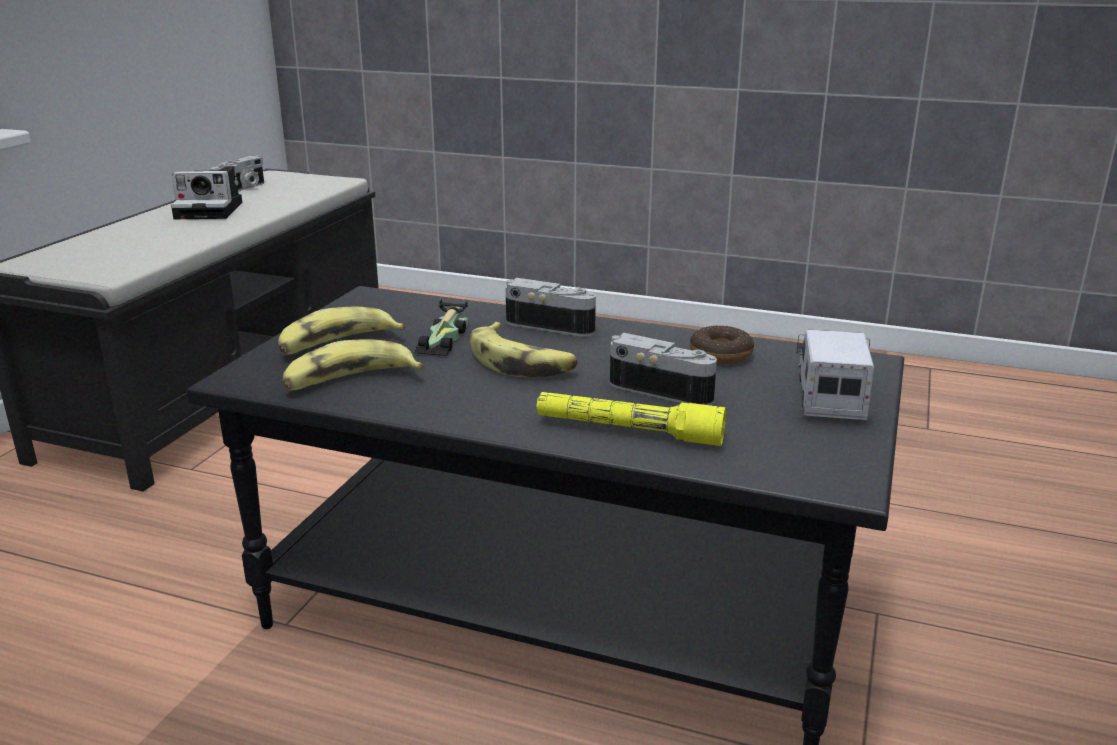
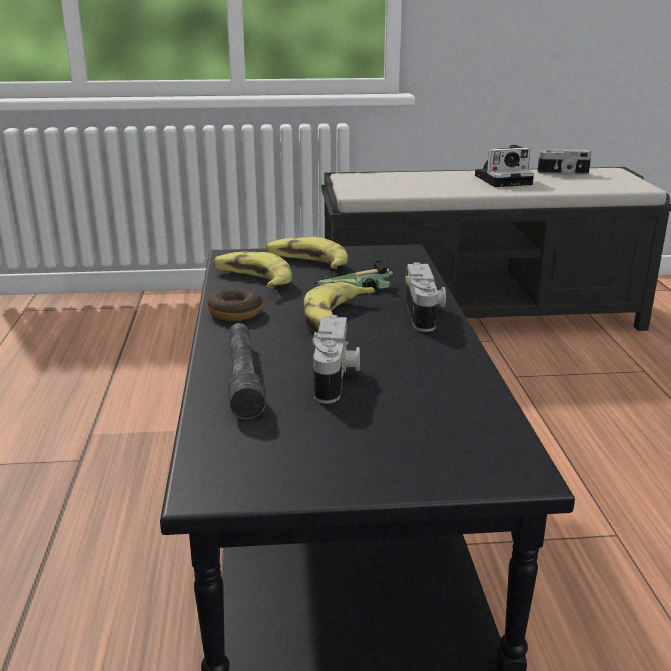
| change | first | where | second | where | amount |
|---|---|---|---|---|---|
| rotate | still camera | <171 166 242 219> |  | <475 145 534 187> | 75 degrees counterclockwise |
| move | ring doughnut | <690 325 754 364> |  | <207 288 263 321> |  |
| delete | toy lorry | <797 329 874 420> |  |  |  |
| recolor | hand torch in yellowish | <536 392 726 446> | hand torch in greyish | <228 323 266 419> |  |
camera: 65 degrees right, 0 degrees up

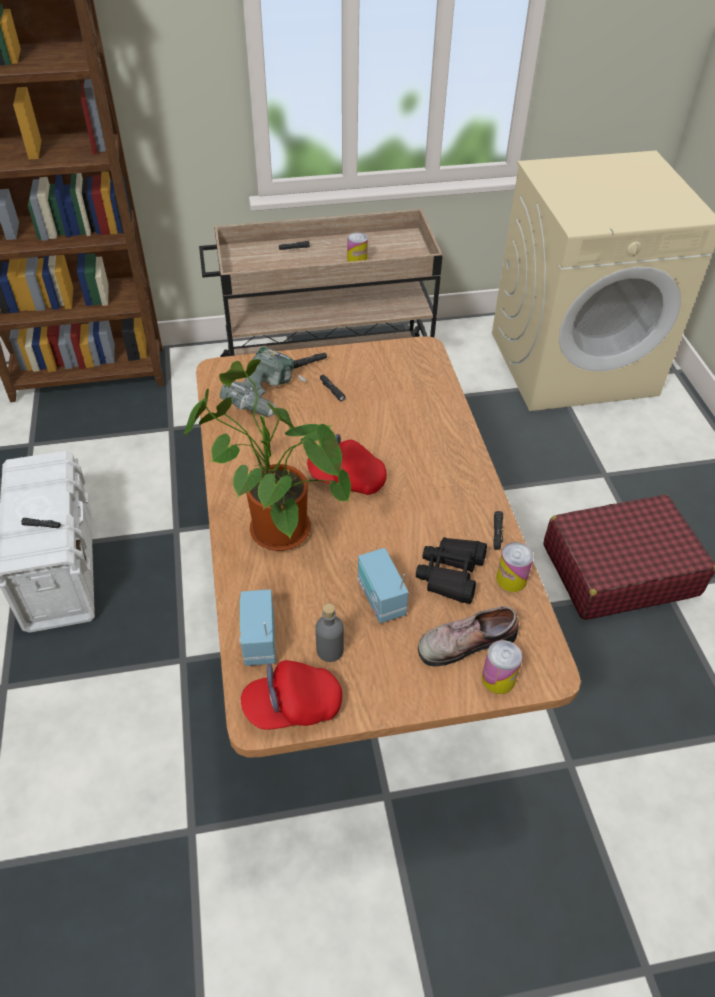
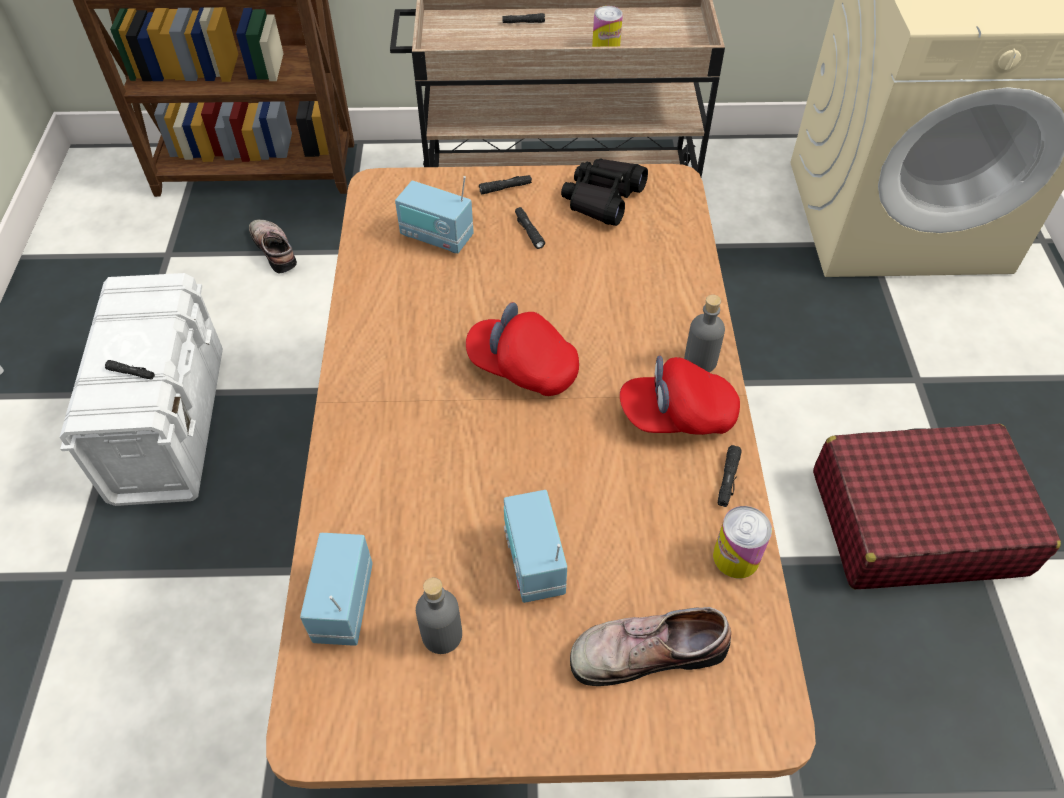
| change | first | where | second | where | amount |
|---|---|---|---|---|---|
| replace | drill | <220 347 306 417> | radio set | <395 176 474 253> |  |
| delete | potted plant | <184 359 351 551> |  |  |  |
| move | field glasses in blackish | <416 537 487 604> |  | <561 158 648 226> |  |
| delete | metal can | <482 640 522 694> |  |  |  |
| move | cap in red-coloured | <241 660 342 730> |  | <620 356 740 435> |  |
| insert |  |  | low shoe | <249 219 297 273> |  |
| insert |  |  | bottle in greyish | <684 295 725 372> |  |
camera: 10 degrees right, 5 degrees up

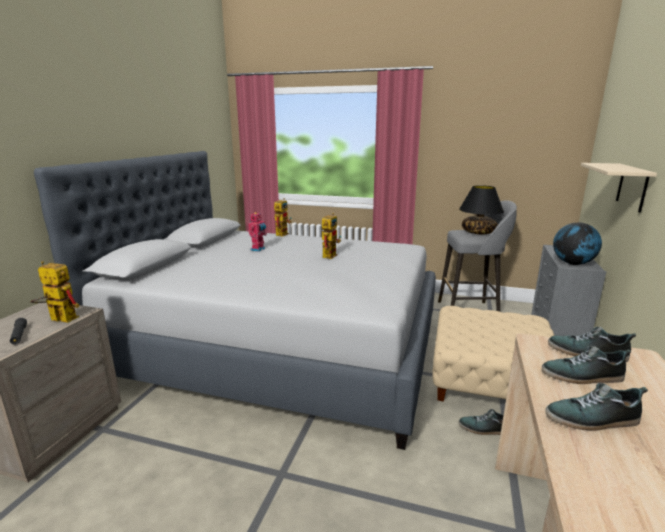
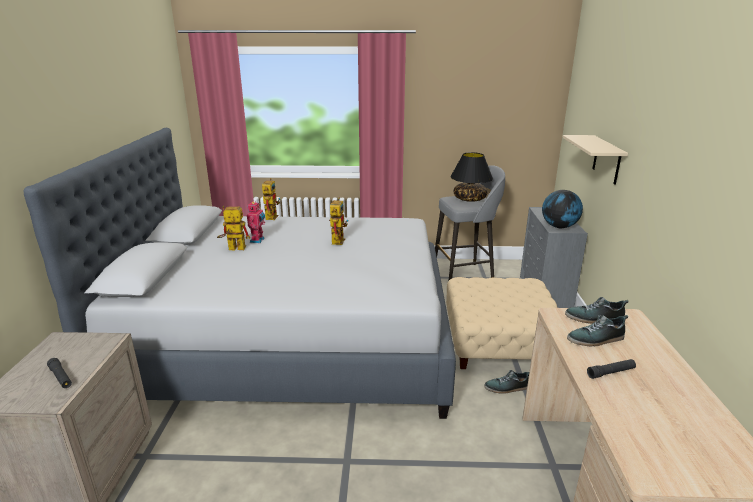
| change | first | where | second | where | amount |
|---|---|---|---|---|---|
| move | robot figure | <30 261 79 323> |  | <217 206 250 250> |  |
| replace | low shoe | <545 383 648 431> | hand torch in blackish | <587 359 636 379> |  |
camera: 15 degrees left, 5 degrees up

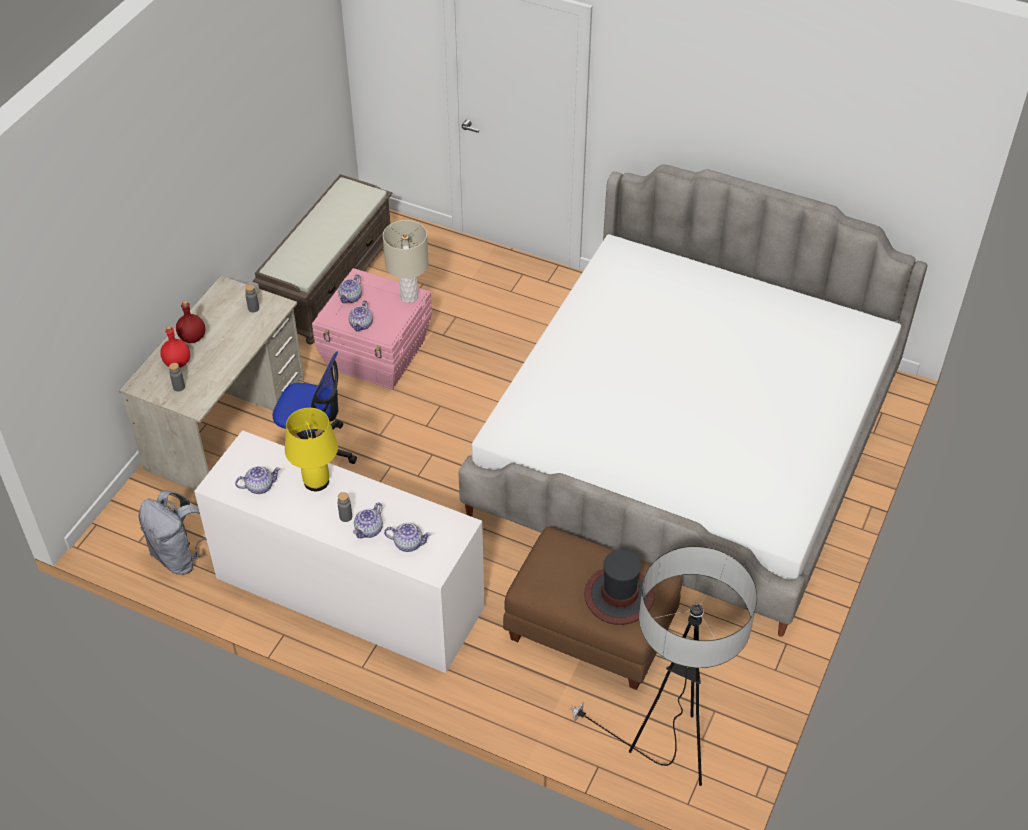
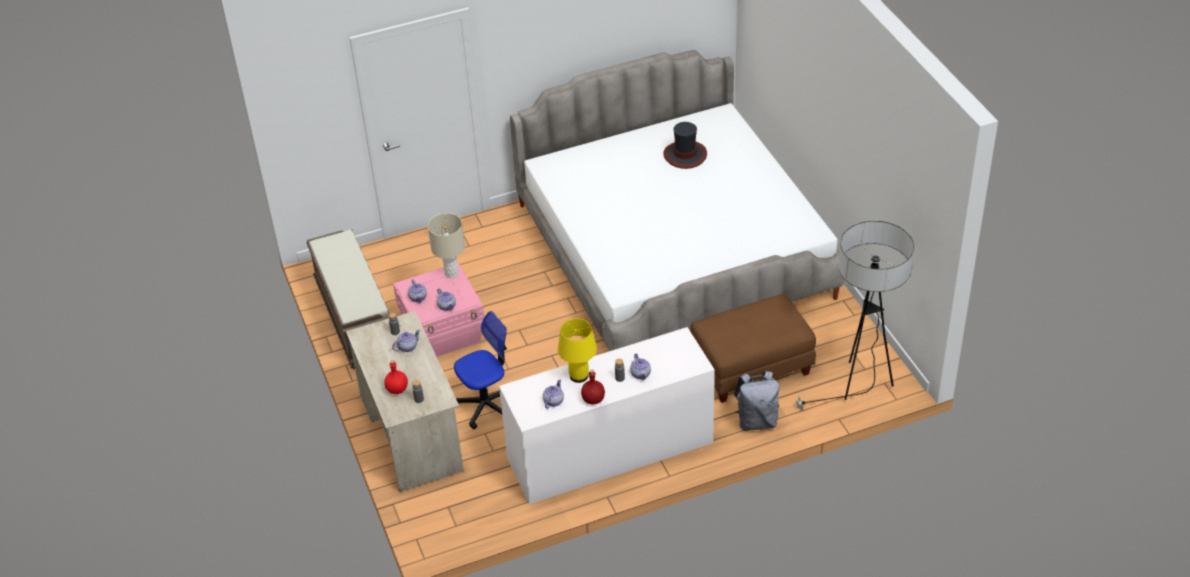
| change | first | where | second | where | amount |
|---|---|---|---|---|---|
| move | bottle in red-coloured | <176 300 205 343> |  | <581 370 605 405> |  |
| move | rucksack in greyish | <139 490 207 575> |  | <734 371 780 431> |  |
| move | teapot | <384 523 431 552> |  | <392 329 420 352> |  |
| move | hat | <585 550 655 625> |  | <663 122 707 169> |  |
camera: 45 degrees left, 5 degrees down

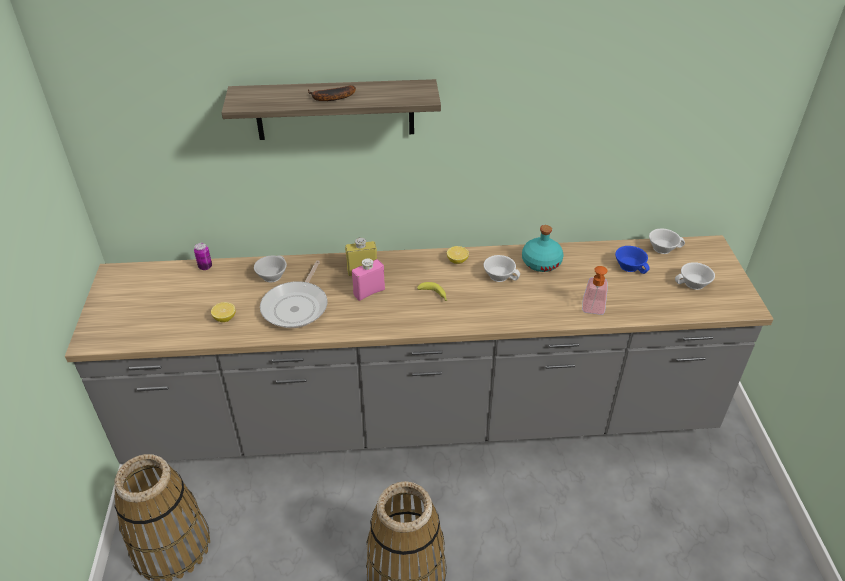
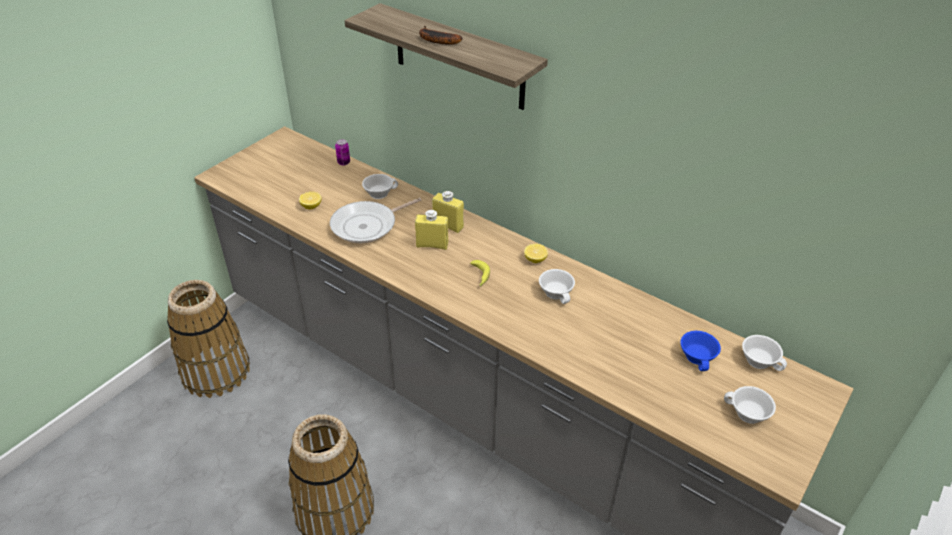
| change | first | where | second | where | amount |
|---|---|---|---|---|---|
| delete | bottle in turquoise-coloured | <522 225 564 272> |  |  |  |
| recolor | bottle in pink | <352 258 385 301> | bottle in yellowish | <415 210 448 250> |  |
| delete | soap dispenser | <582 266 608 315> |  |  |  |
camera: 40 degrees right, 0 degrees up

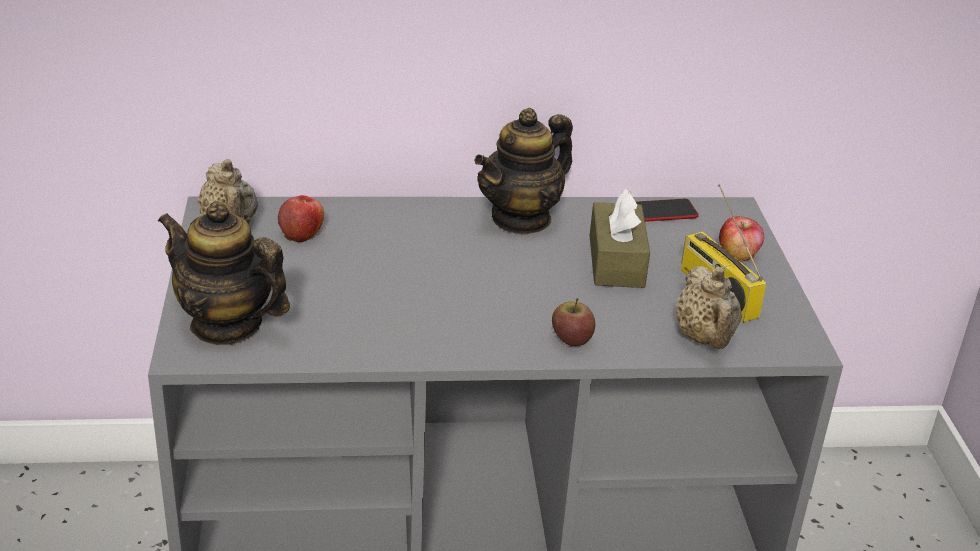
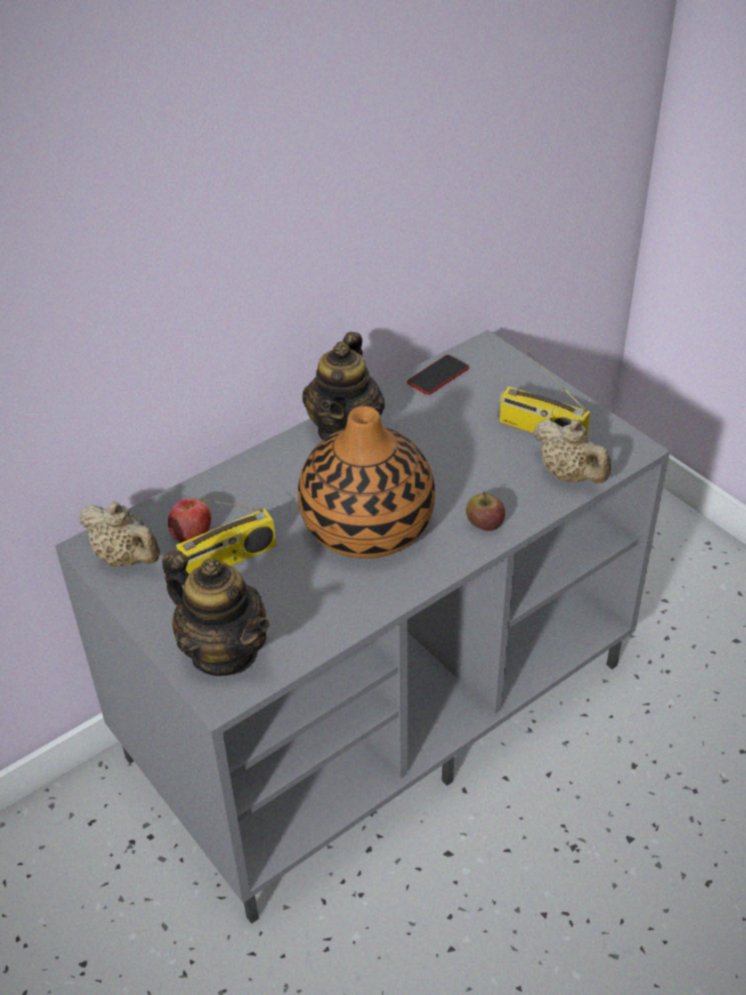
| change | first | where | second | where | amount |
|---|---|---|---|---|---|
| delete | tissue holder in brown | <590 189 650 288> |  |  |  |
| rotate | teapot | <158 201 290 345> |  | <162 550 269 676> | 135 degrees counterclockwise |
| delete | apple fruit | <719 216 764 262> |  |  |  |
| insert |  |  | decorative vase | <298 406 435 559> |  |
| insert |  |  | radio set | <176 495 276 574> |  |
camera: 30 degrees left, 10 degrees up

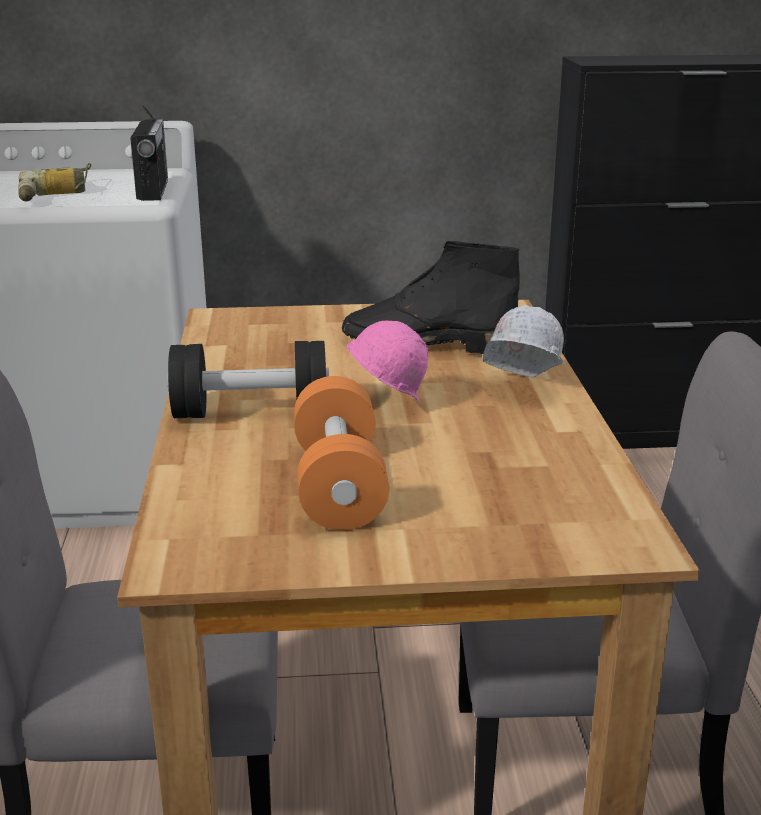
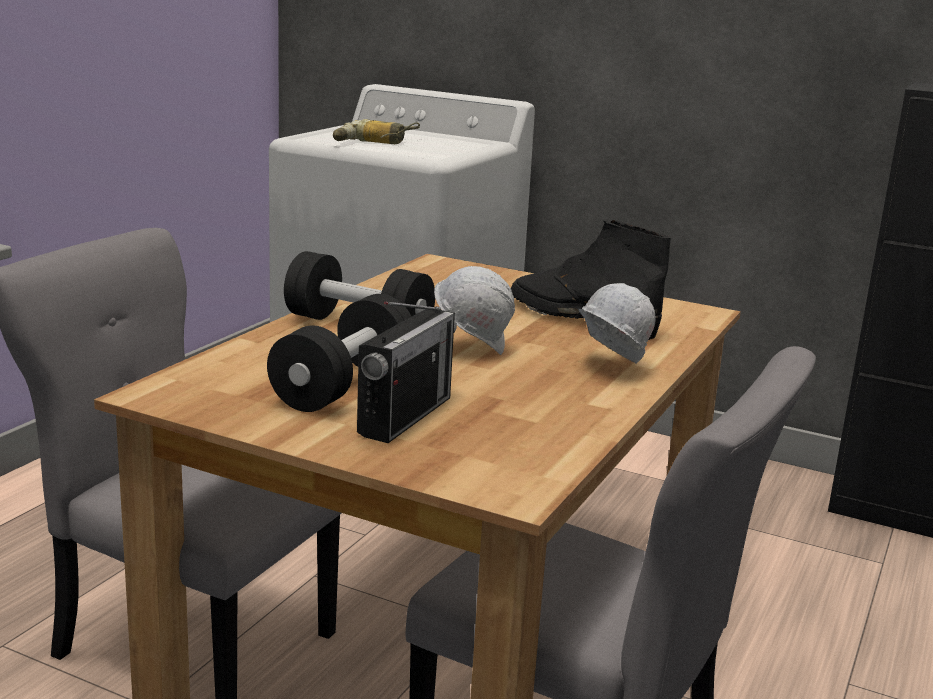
| change | first | where | second | where | amount |
|---|---|---|---|---|---|
| move | radio set | <130 105 168 201> |  | <357 302 457 443> |  |
| recolor | hard hat in pink | <347 320 428 404> | hard hat in white | <434 266 515 355> |  |
| recolor | free weight in orange-coloured | <294 376 389 530> | free weight in blackish | <267 294 412 412> |  |
camera: 30 degrees right, 5 degrees down

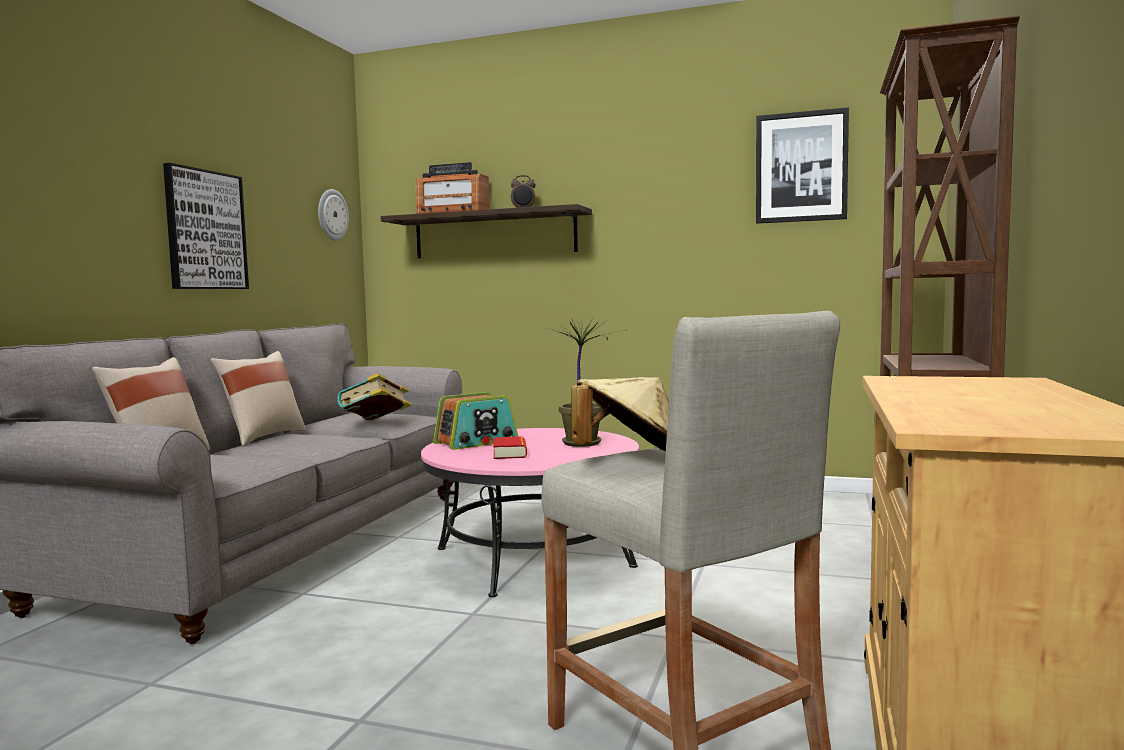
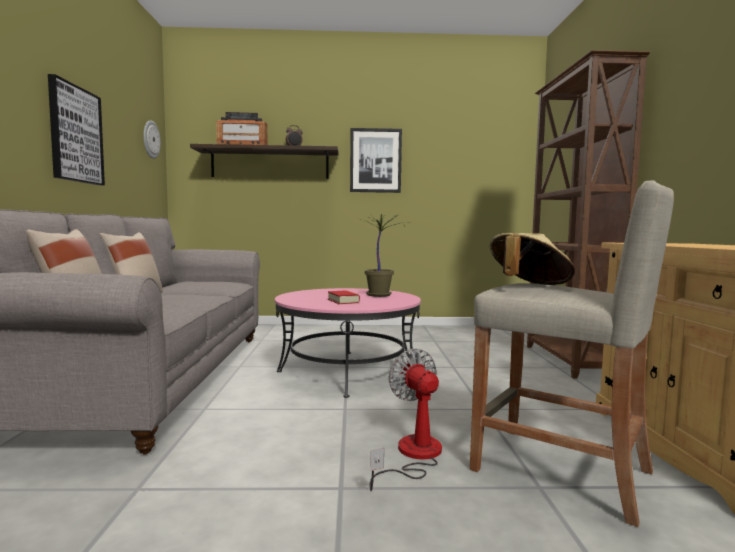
| change | first | where | second | where | amount |
|---|---|---|---|---|---|
| move | wall picture | <756 107 849 224> |  | <350 128 402 193> |  |
| delete | volume | <337 373 412 420> |  |  |  |
| delete | radio set | <433 392 518 450> |  |  |  |
| insert |  |  | cooling fan | <370 348 442 491> |  |
camera: 20 degrees left, 0 degrees up

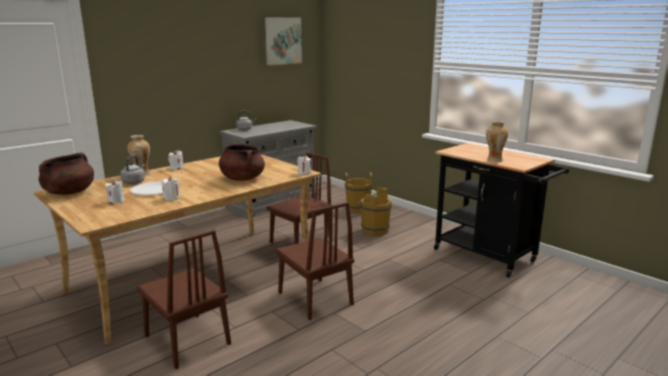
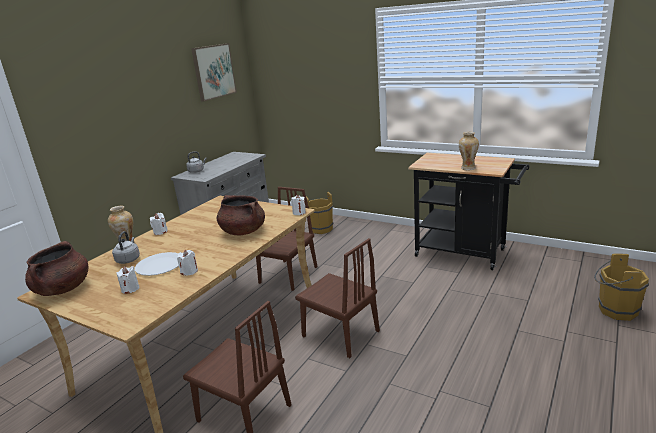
| change | first | where | second | where | amount |
|---|---|---|---|---|---|
| move | pail in brown | <357 187 392 236> |  | <594 253 649 321> |  |
camera: 15 degrees left, 5 degrees up

